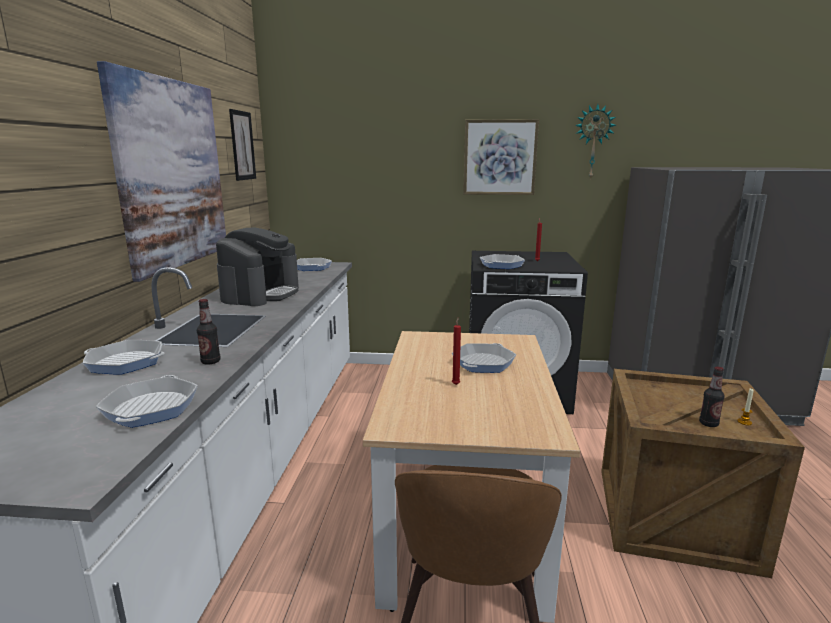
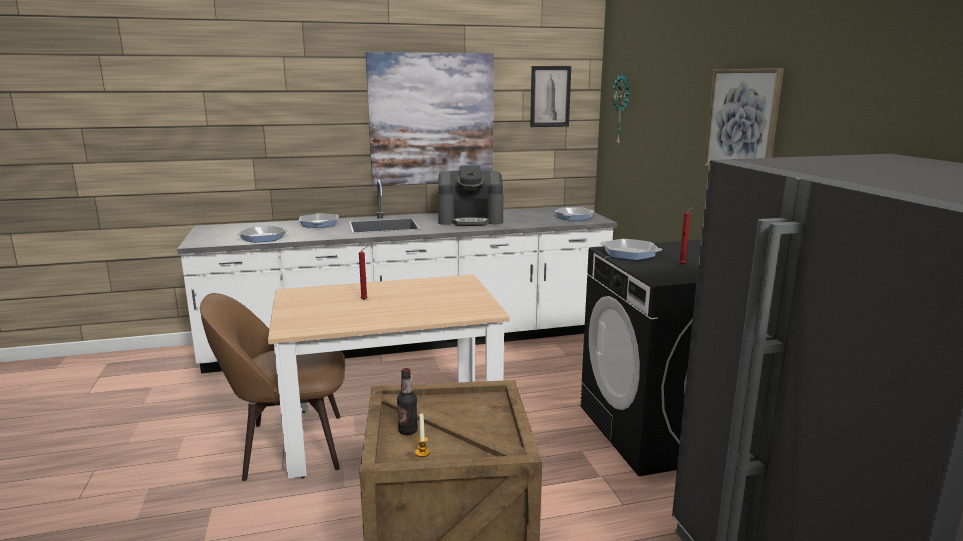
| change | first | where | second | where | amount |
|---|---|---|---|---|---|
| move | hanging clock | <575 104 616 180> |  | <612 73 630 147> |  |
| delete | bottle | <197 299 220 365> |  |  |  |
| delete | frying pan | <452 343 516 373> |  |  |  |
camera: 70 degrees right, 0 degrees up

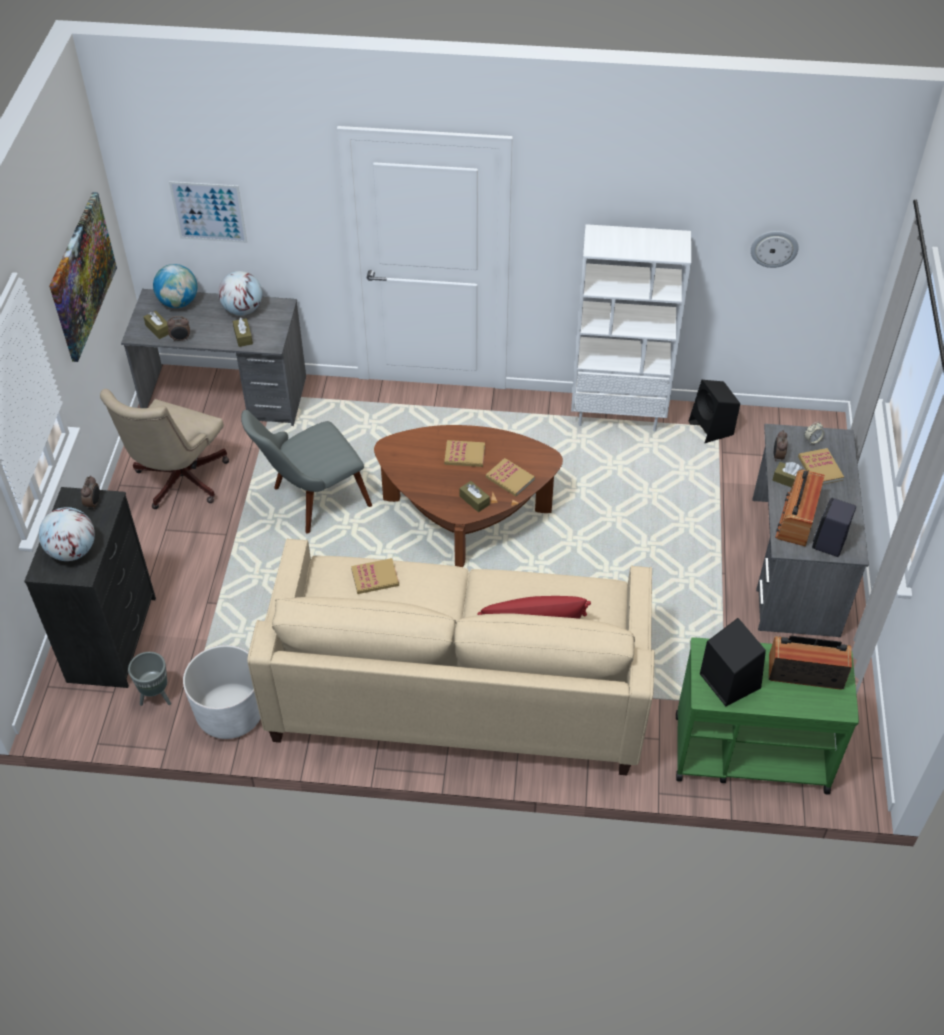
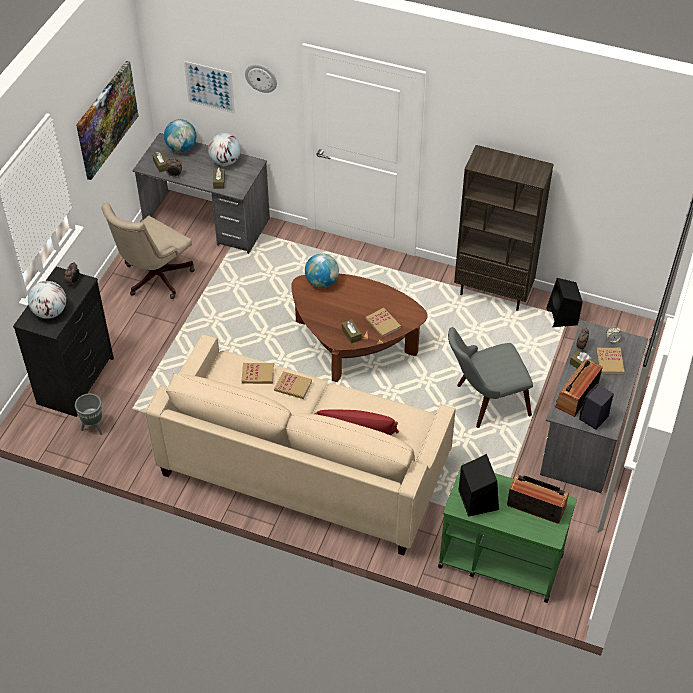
| change | first | where | second | where | amount |
|---|---|---|---|---|---|
| recolor | bookshelf in white | <571 224 691 431> | bookshelf in brown | <454 145 553 311> |  |
| move | hanging clock | <751 231 799 268> |  | <245 64 277 93> |  |
| move | plain chair in greyish | <241 410 372 534> |  | <448 327 533 428> |  |
| move | volume | <444 440 485 467> |  | <274 371 312 399> |  |
| delete | flower pot in white | <183 645 261 739> |  |  |  |
| insert |  |  | desk globe | <305 253 339 288> |  |
camera: 15 degrees right, 0 degrees up

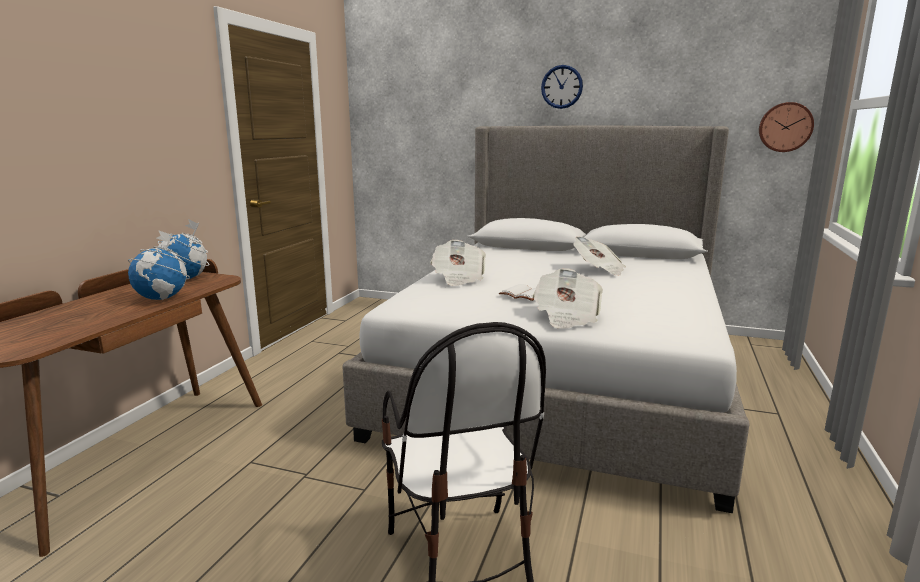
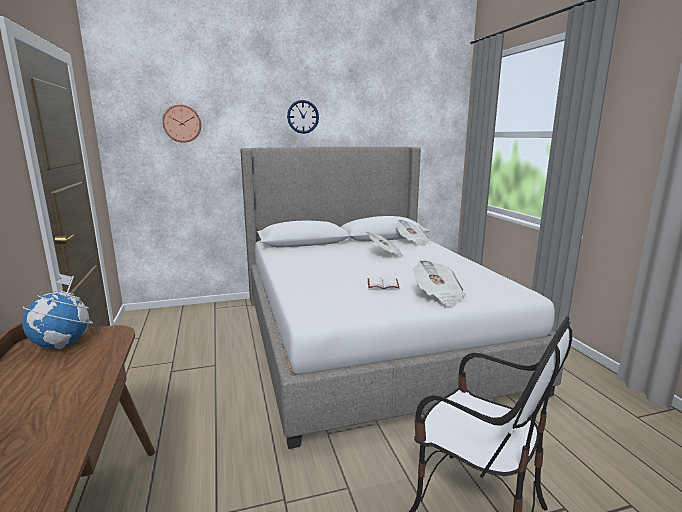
| change | first | where | second | where | amount |
|---|---|---|---|---|---|
| move | hanging clock | <759 102 814 152> |  | <162 104 201 143> |  |
| delete | desk globe | <128 230 190 301> |  |  |  |
| move | printed paper | <430 240 486 286> |  | <396 220 430 246> |  |
camera: 35 degrees left, 0 degrees up

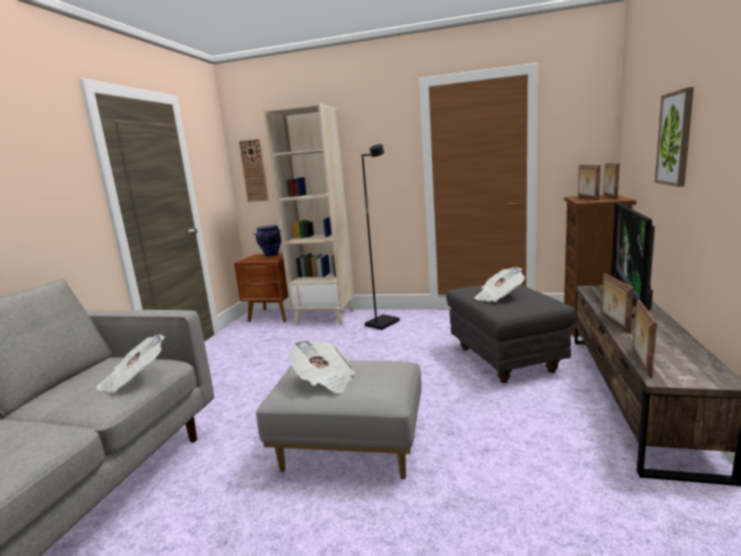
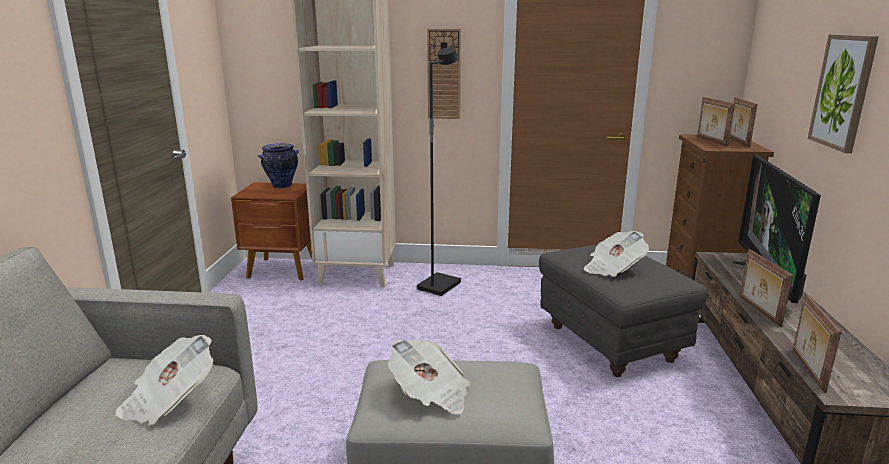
| change | first | where | second | where | amount |
|---|---|---|---|---|---|
| move | hanging clock | <239 139 268 202> |  | <427 28 461 119> |  |
camera: 10 degrees left, 5 degrees up

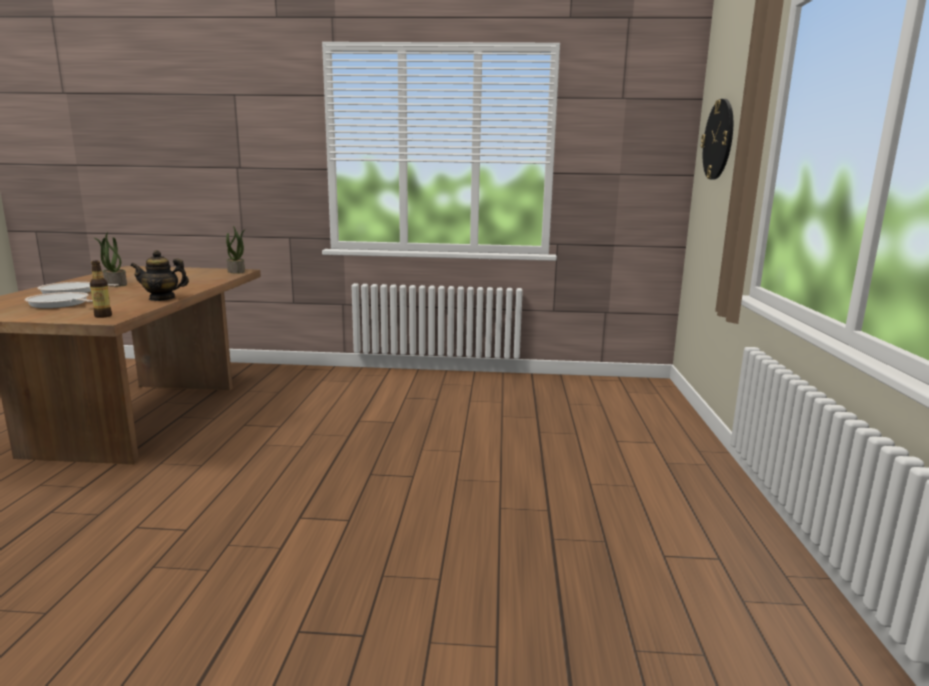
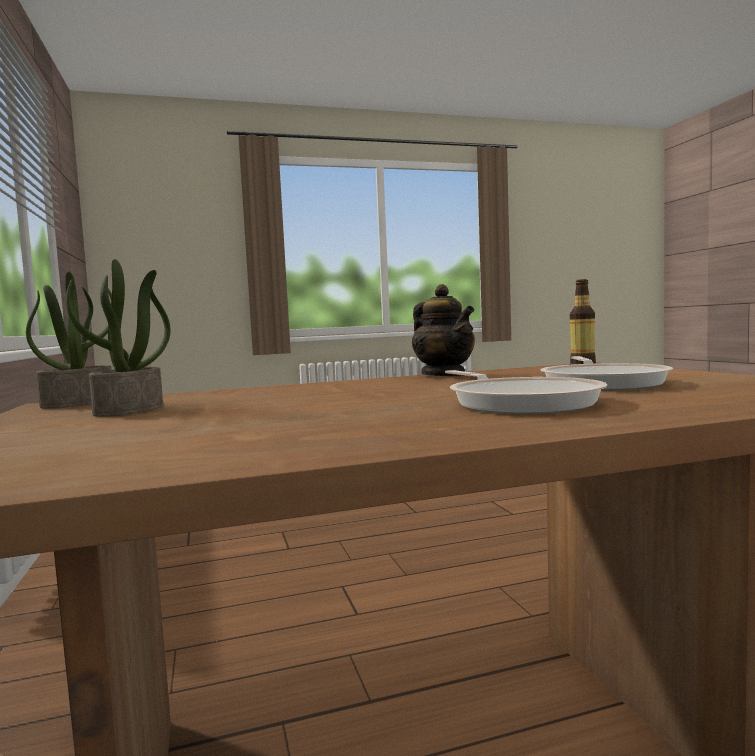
| change | first | where | second | where | amount |
|---|---|---|---|---|---|
| delete | hanging clock | <701 99 733 180> |  |  |  |
| move | potted plant | <95 232 127 287> |  | <66 259 171 417> |  |
camera: 110 degrees left, 10 degrees down

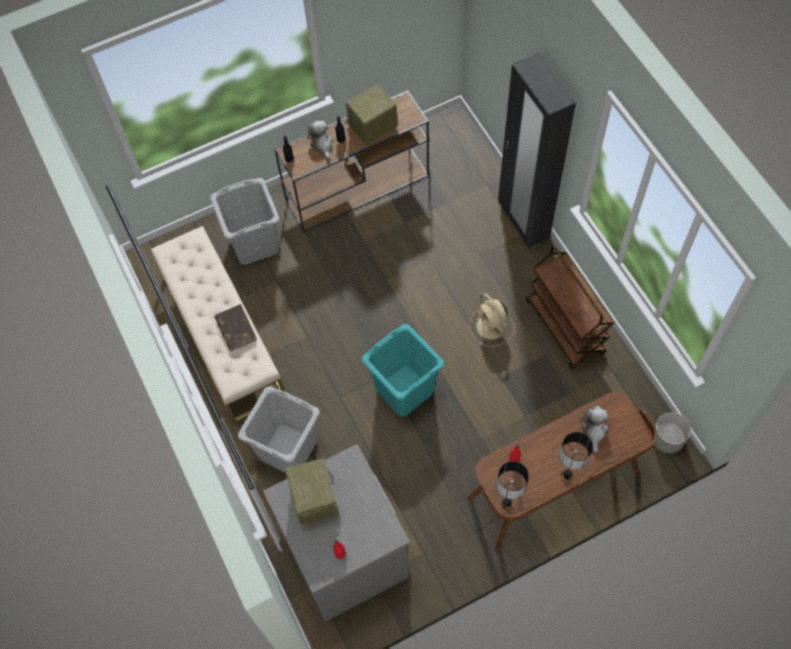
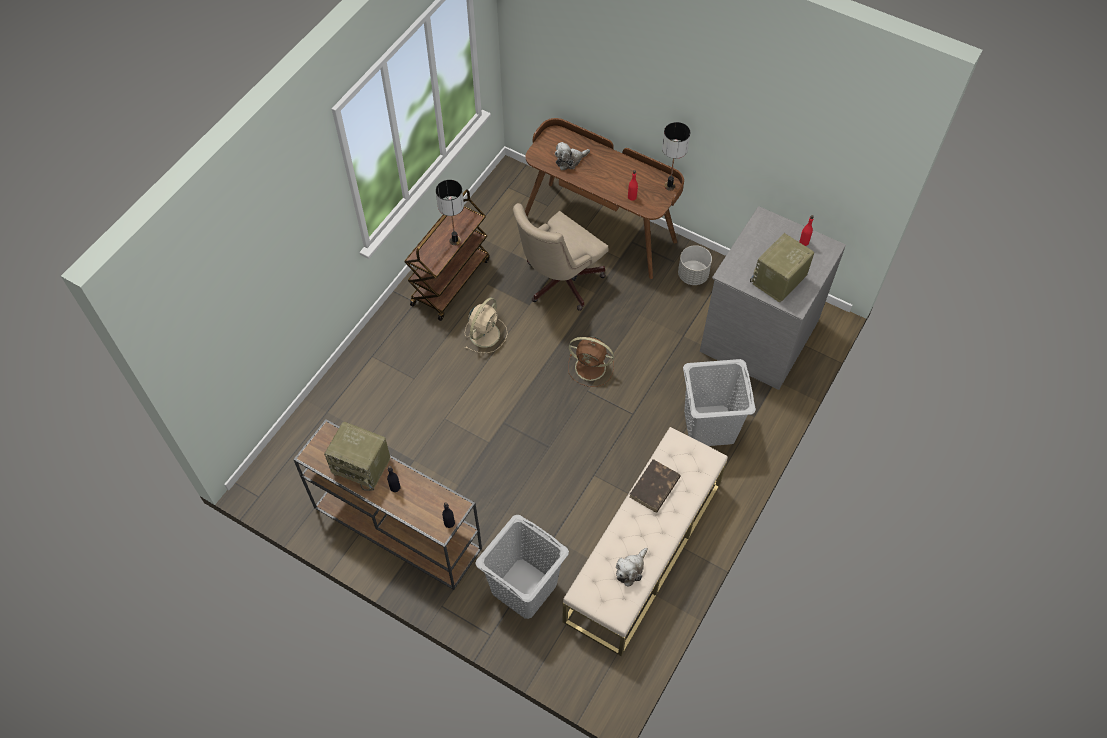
| change | first | where | second | where | amount |
|---|---|---|---|---|---|
| delete | wardrobe in blackish | <498 53 576 247> |  |  |  |
| move | plush toy | <307 121 333 160> |  | <616 548 648 587> |  |
| replace | laundry basket in turquoise-coloured | <362 324 444 417> | cooling fan in brown | <568 337 614 387> |  |
| move | flower pot in greyish | <654 412 691 453> |  | <678 245 712 285> |  |
| move | tabletop lamp | <559 432 593 483> |  | <436 180 464 246> |  |
| insert |  |  | office chair in sand-coloured | <513 203 608 311> |  |
camera: 125 degrees left, 5 degrees down

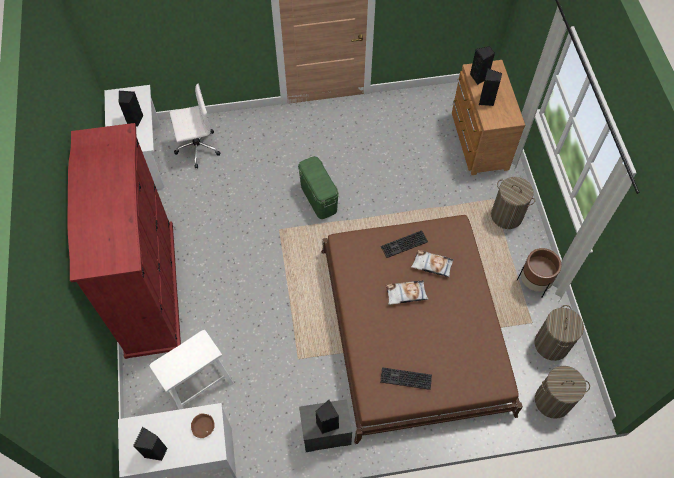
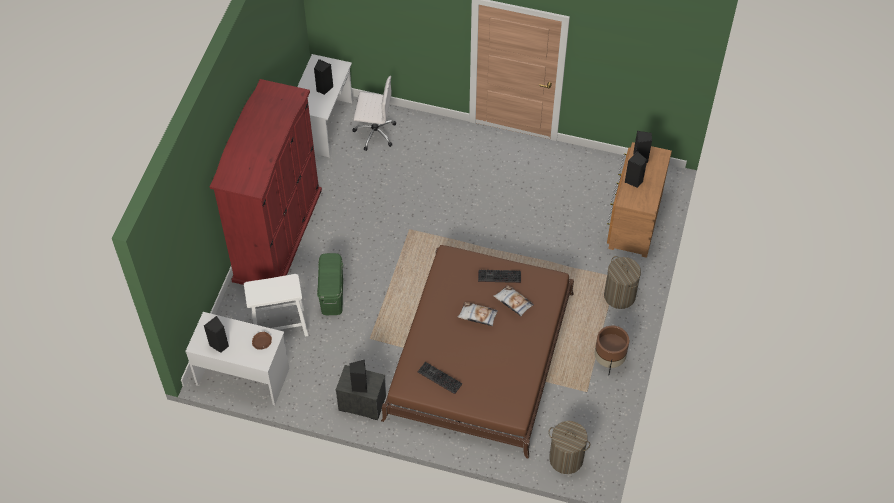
| change | first | where | second | where | amount |
|---|---|---|---|---|---|
| move | storage bin in greenish | <298 156 339 219> |  | <317 253 343 315> |  |
| delete | laundry basket | <535 305 584 361> |  |  |  |
camera: 25 degrees right, 5 degrees down

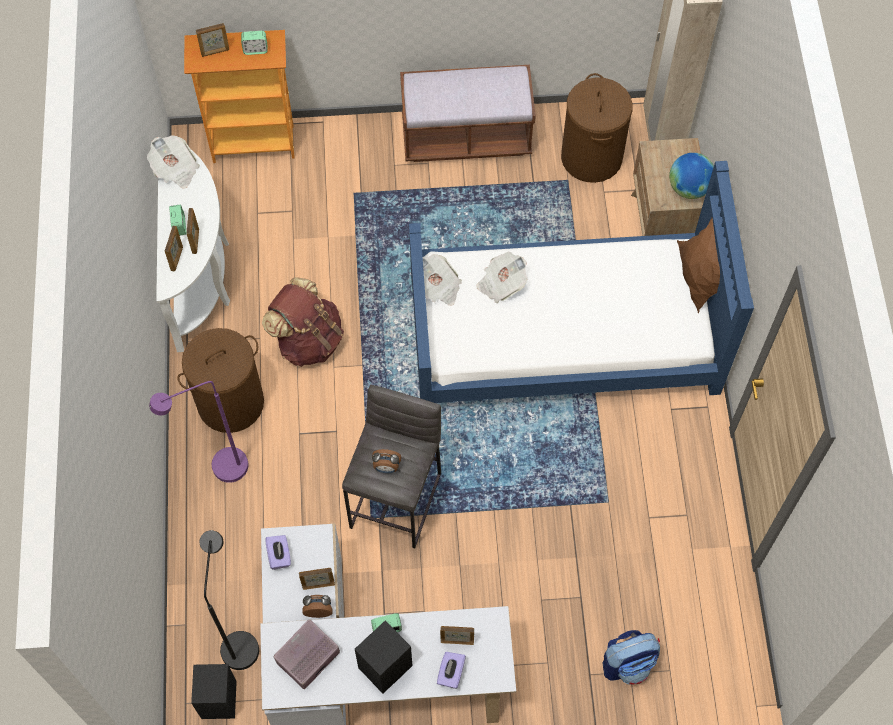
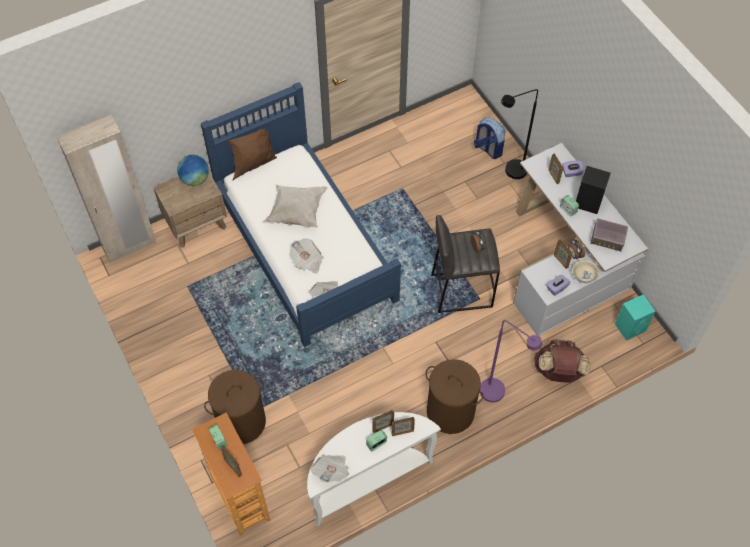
| change | first | where | second | where | amount |
|---|---|---|---|---|---|
| delete | indoor bench in brown | <400 65 536 162> |  |  |  |
| move | laundry basket in brown | <561 73 633 183> |  | <204 370 266 444> |  |
| move | rucksack in brown | <262 277 344 367> |  | <534 339 591 383> |  |
| move | standing lamp in blackish | <200 530 259 670> |  | <501 89 538 179> |  |
| recolor | loudspeaker in blackish | <191 664 237 719> | loudspeaker in turquoise-coloured | <615 294 655 340> |  |
| insert |  |  | cushion in white | <263 184 328 227> |  |
| insert |  |  | deep dish in sand-coloured | <572 260 599 283> |  |
camera: 115 degrees left, 5 degrees down

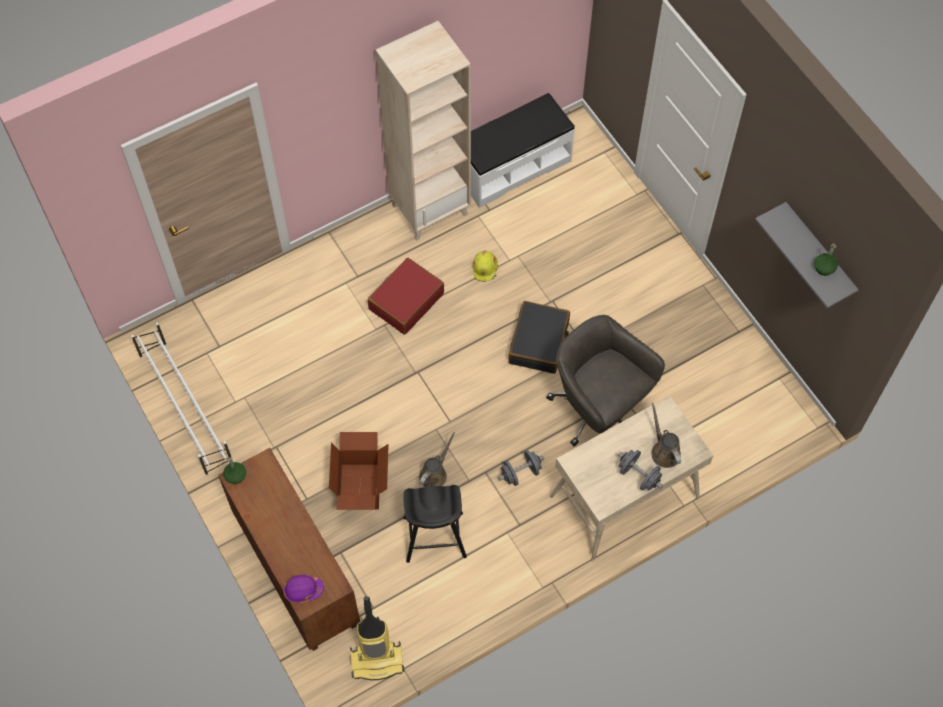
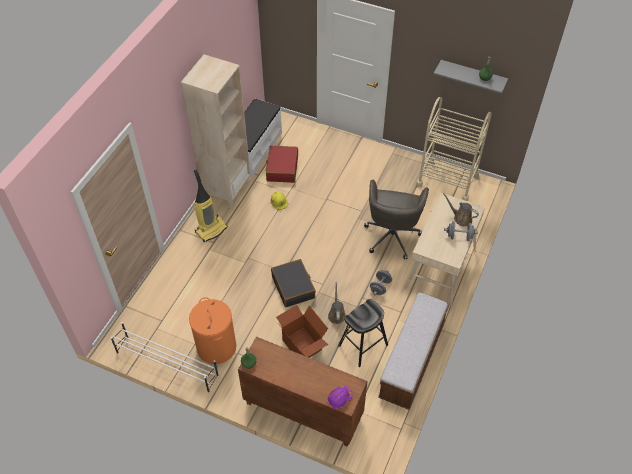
| change | first | where | second | where | amount |
|---|---|---|---|---|---|
| move | travel case in red-coloured | <368 258 444 335> |  | <266 146 298 183> |  |
| move | travel case in blackish | <508 301 570 374> |  | <271 259 316 307> |  |
| rotate | office chair in greyish | <546 315 665 446> |  | <364 180 429 259> | 90 degrees counterclockwise |
| move | hoover | <350 597 404 680> |  | <194 170 228 242> |  |
| insert |  |  | cart in sand-coloured | <416 97 492 201> |  |
| insert |  |  | indoor bench | <378 292 450 410> |  |
| insert |  |  | laundry basket in orange-coloured | <189 297 236 364> |  |
camera: 35 degrees left, 10 degrees down

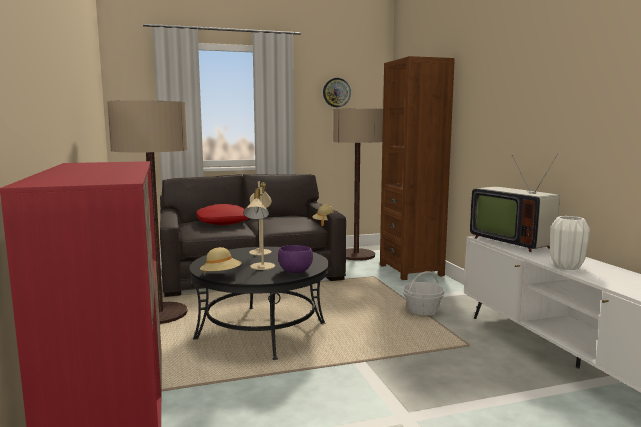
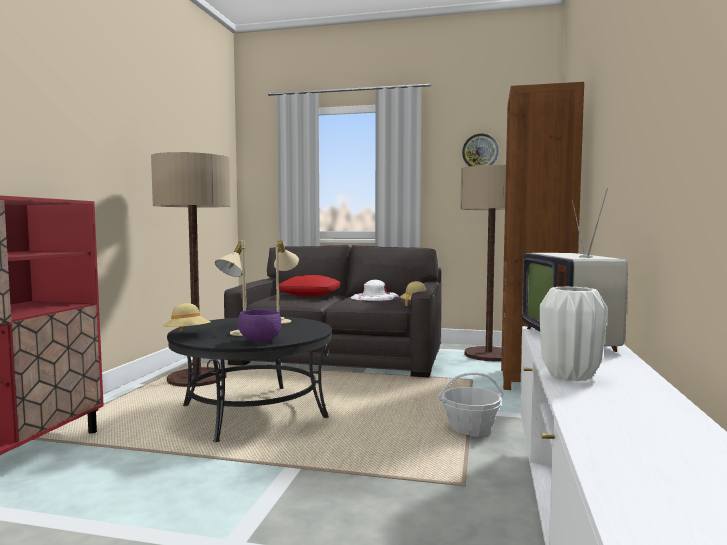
| change | first | where | second | where | amount |
|---|---|---|---|---|---|
| insert |  |  | hat in white | <351 280 400 301> |  |
camera: 30 degrees right, 5 degrees down

